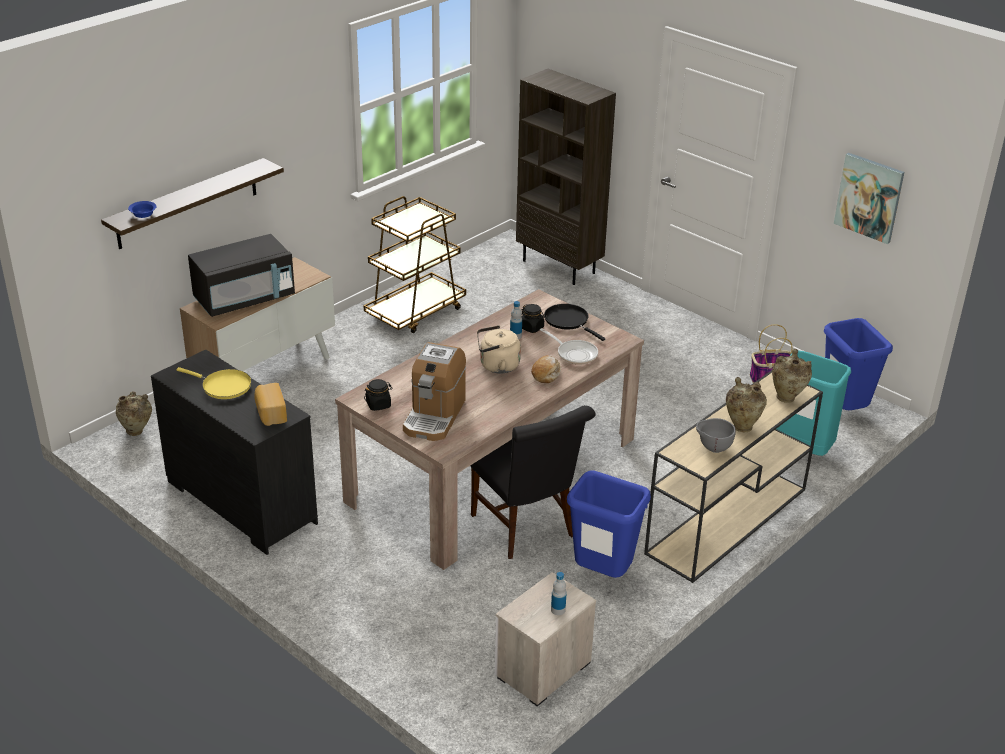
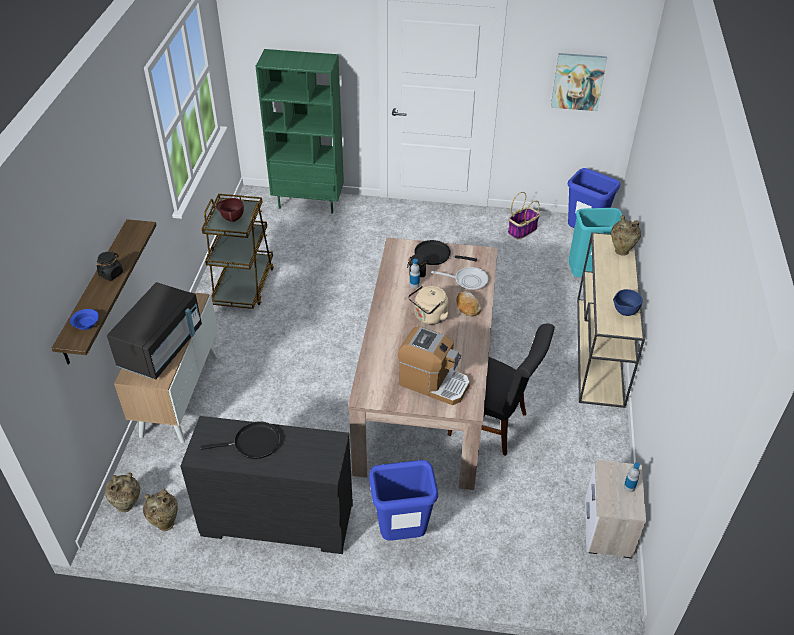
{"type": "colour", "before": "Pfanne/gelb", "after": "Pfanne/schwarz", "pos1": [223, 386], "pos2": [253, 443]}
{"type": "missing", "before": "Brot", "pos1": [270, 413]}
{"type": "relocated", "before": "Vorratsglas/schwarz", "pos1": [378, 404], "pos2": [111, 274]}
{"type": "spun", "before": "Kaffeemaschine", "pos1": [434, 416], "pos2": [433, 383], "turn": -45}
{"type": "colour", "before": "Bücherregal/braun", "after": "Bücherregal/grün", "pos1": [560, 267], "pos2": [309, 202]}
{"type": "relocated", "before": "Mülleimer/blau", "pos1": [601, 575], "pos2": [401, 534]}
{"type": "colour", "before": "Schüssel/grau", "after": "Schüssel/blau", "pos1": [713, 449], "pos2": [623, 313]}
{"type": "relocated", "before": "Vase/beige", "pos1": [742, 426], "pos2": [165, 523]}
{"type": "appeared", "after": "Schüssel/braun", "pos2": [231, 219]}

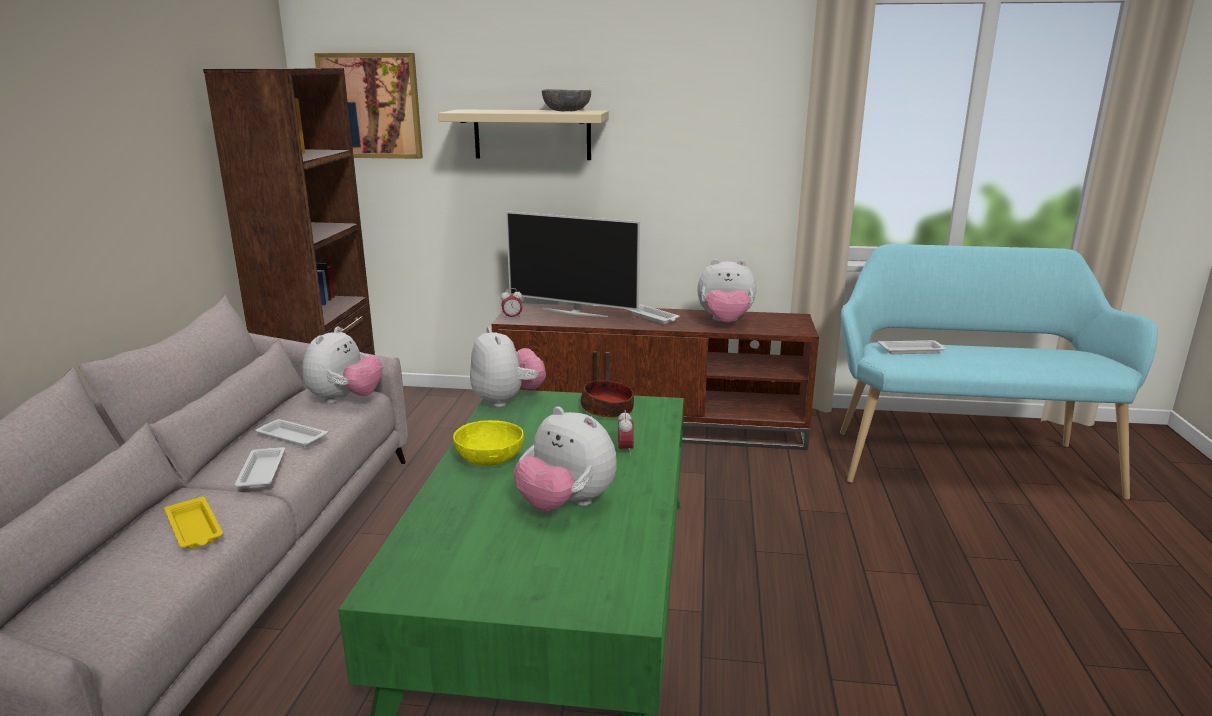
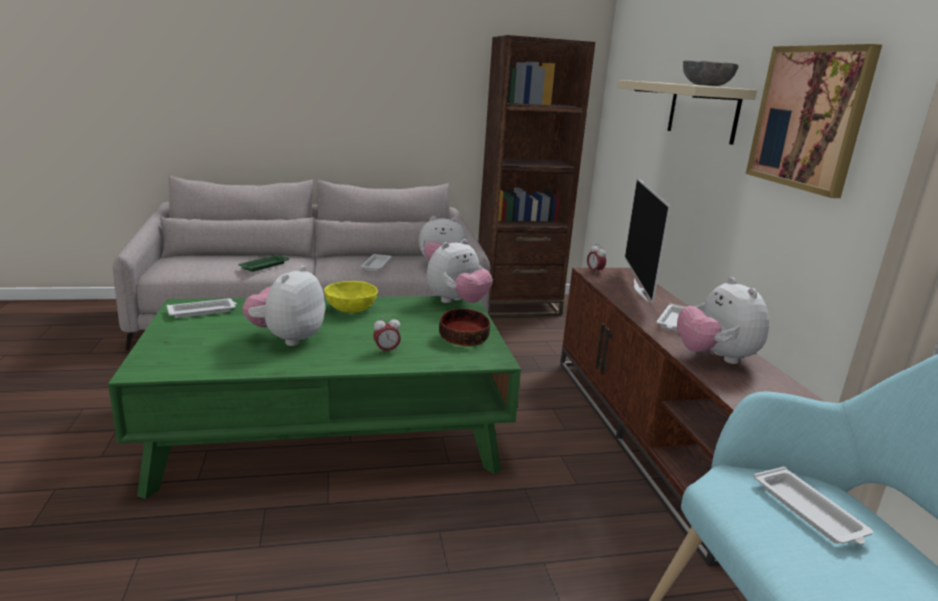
{"type": "colour", "before": "Tablett/gelb", "after": "Tablett/grün", "pos1": [195, 529], "pos2": [263, 266]}
{"type": "relocated", "before": "Tablett/weiß", "pos1": [262, 471], "pos2": [203, 311]}
{"type": "relocated", "before": "Bild", "pos1": [370, 106], "pos2": [809, 118]}

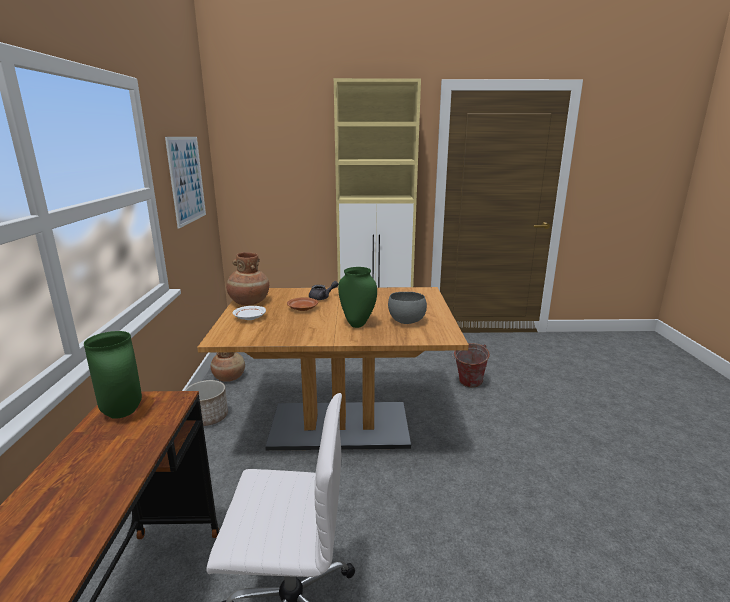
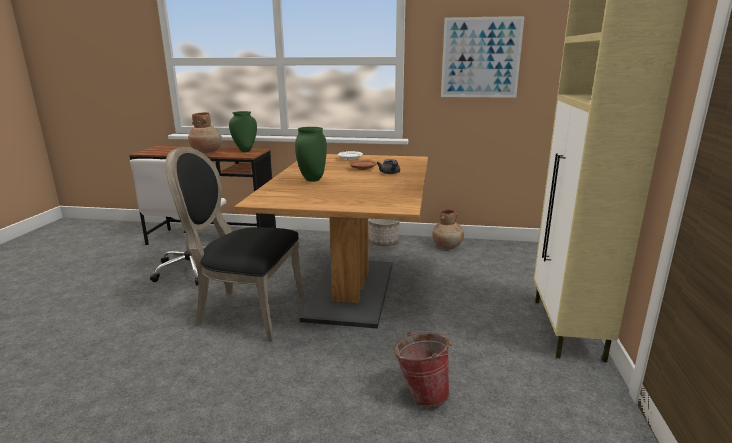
{"type": "relocated", "before": "Vase/braun", "pos1": [249, 302], "pos2": [207, 152]}
{"type": "missing", "before": "Schüssel/grau", "pos1": [405, 321]}
{"type": "appeared", "after": "Stuhl/schwarz", "pos2": [246, 311]}

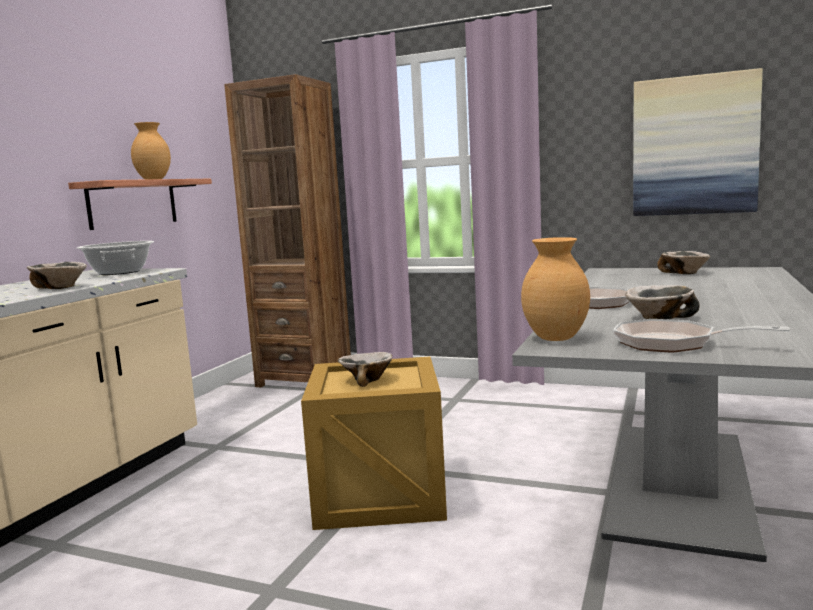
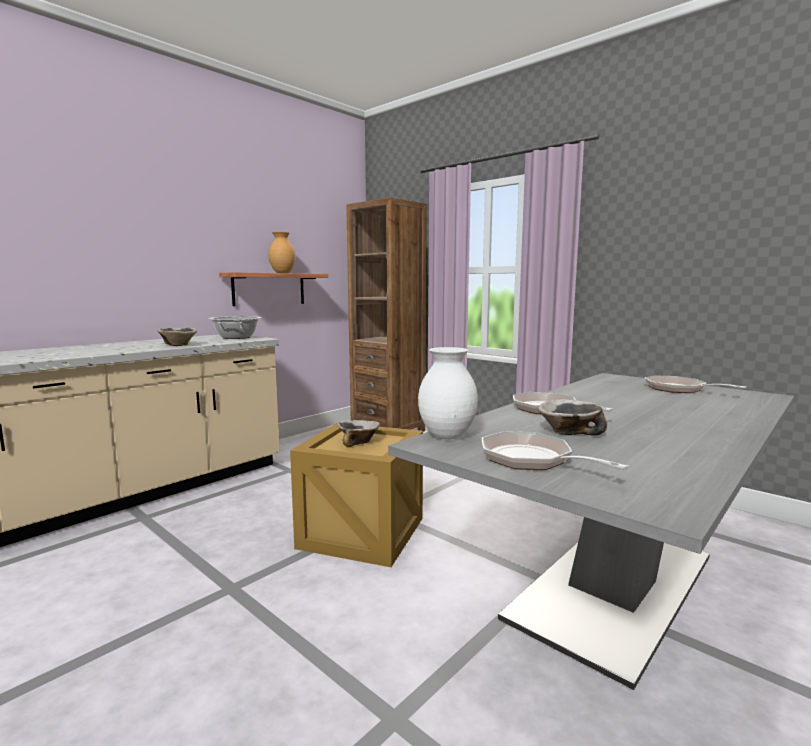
{"type": "colour", "before": "Vase/braun", "after": "Vase/weiß", "pos1": [555, 338], "pos2": [446, 436]}
{"type": "missing", "before": "Bild", "pos1": [694, 146]}
{"type": "exchanged", "before": "Schüssel", "after": "Pfanne", "pos1": [685, 273], "pos2": [679, 389]}

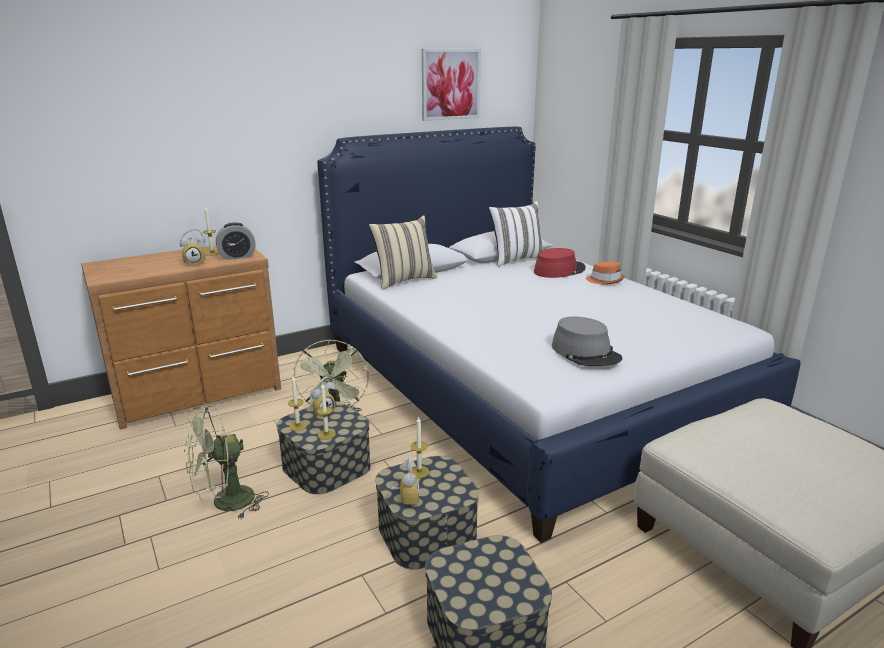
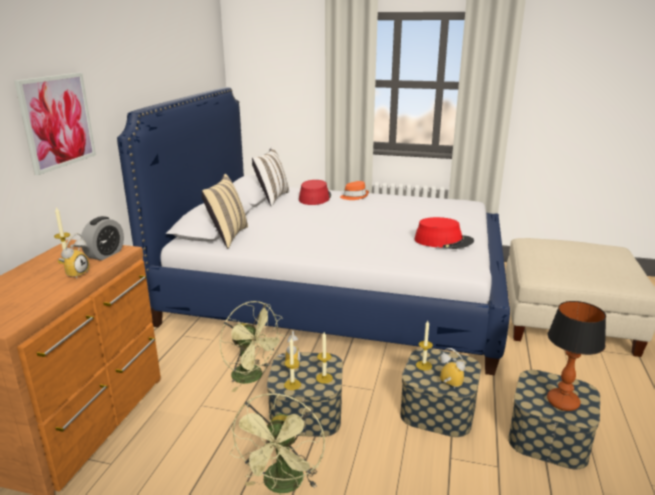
{"type": "relocated", "before": "Bild", "pos1": [450, 84], "pos2": [57, 121]}
{"type": "colour", "before": "Hut/grau", "after": "Hut/rot", "pos1": [586, 352], "pos2": [443, 241]}
{"type": "appeared", "after": "Tischlampe", "pos2": [562, 403]}

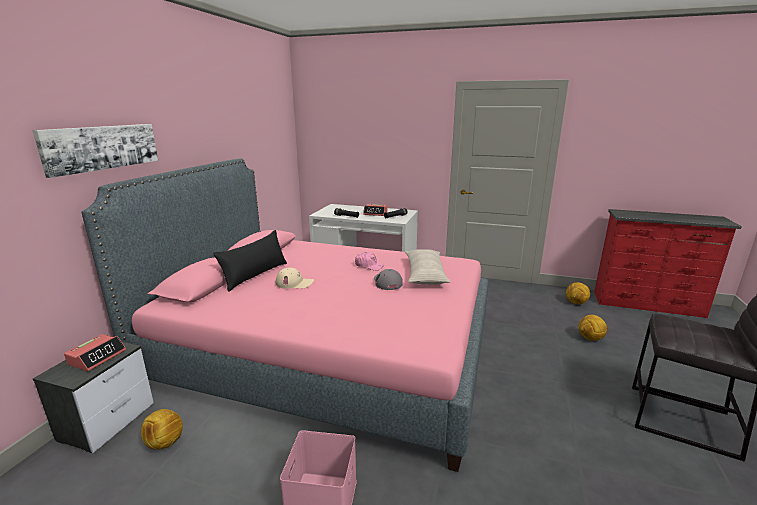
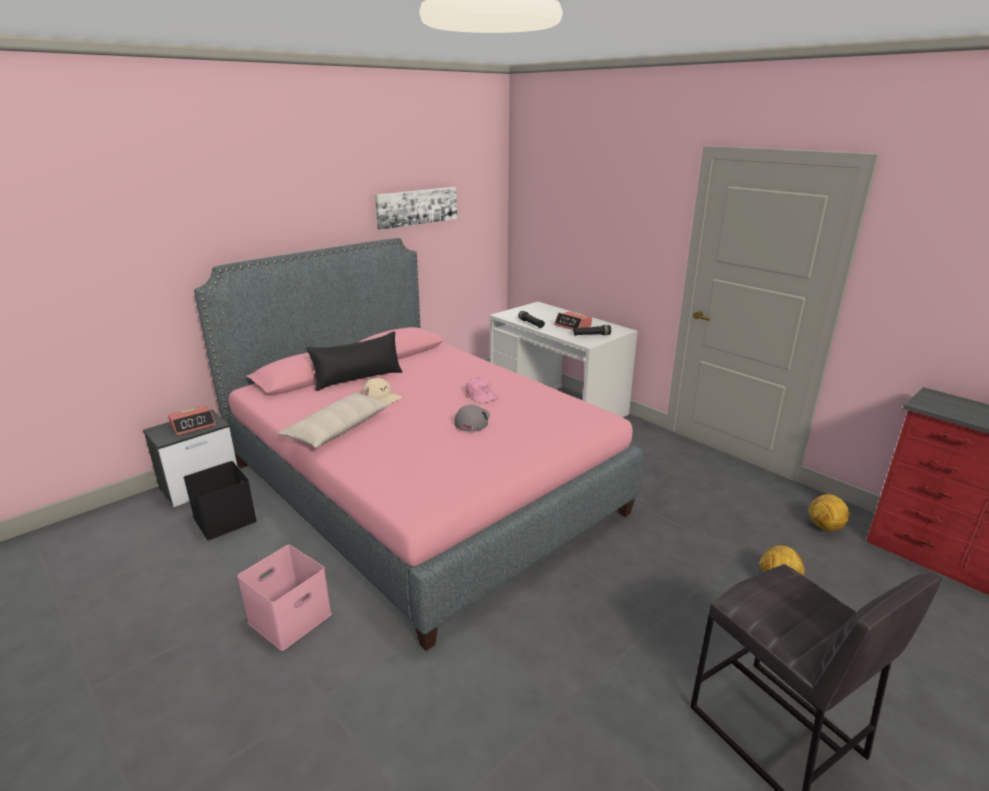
{"type": "relocated", "before": "Bild", "pos1": [102, 147], "pos2": [416, 207]}
{"type": "exchanged", "before": "Fußball", "after": "Aufbewahrungsbox/schwarz", "pos1": [165, 442], "pos2": [223, 519]}
{"type": "relocated", "before": "Kissen/beige", "pos1": [425, 274], "pos2": [338, 429]}

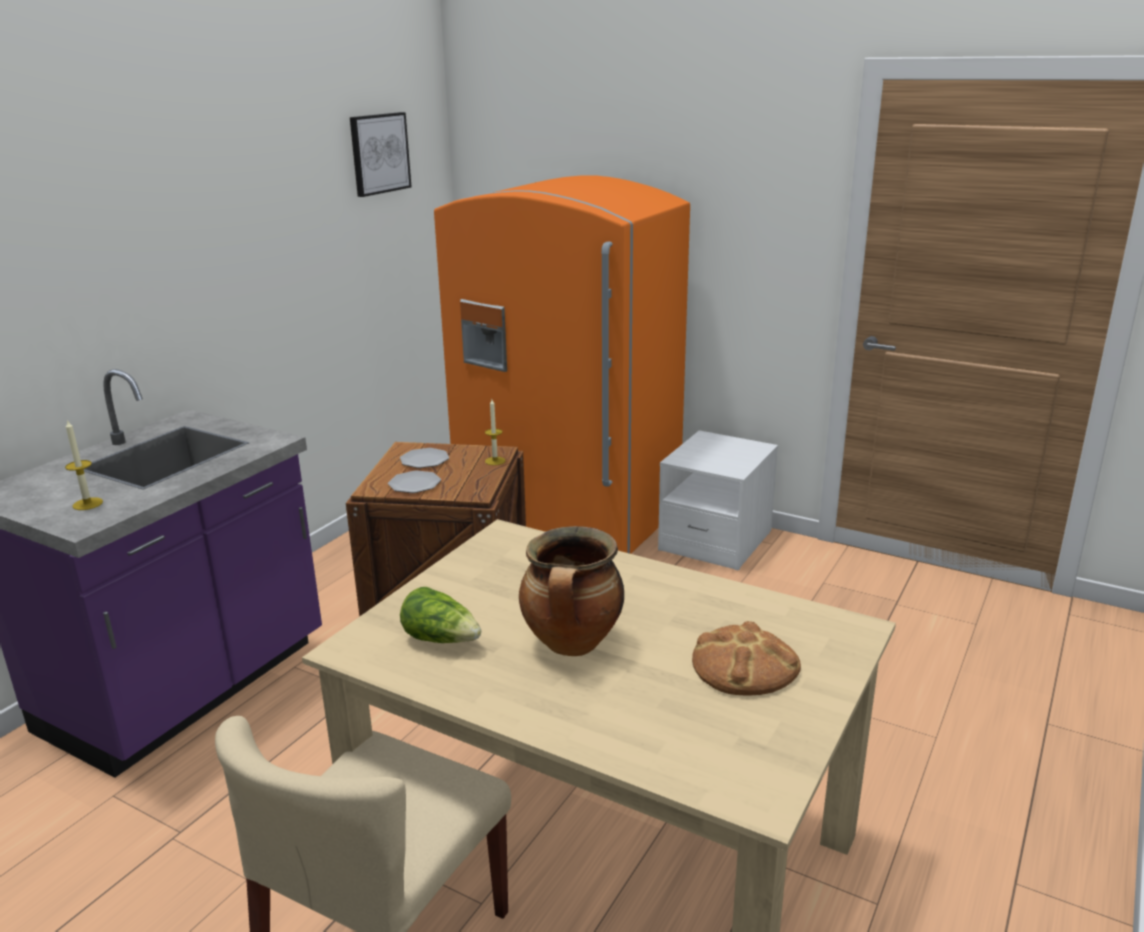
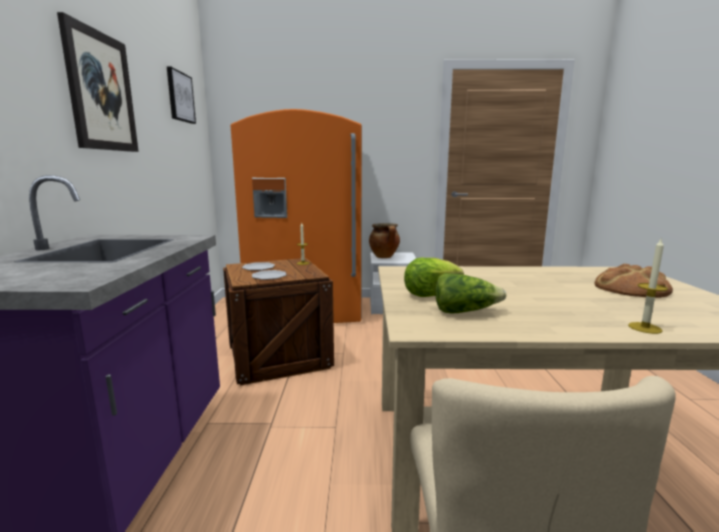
{"type": "relocated", "before": "Kerze", "pos1": [87, 504], "pos2": [644, 328]}
{"type": "relocated", "before": "Kochtopf", "pos1": [573, 645], "pos2": [384, 257]}
{"type": "appeared", "after": "Bild", "pos2": [101, 92]}
{"type": "appeared", "after": "Salatkopf", "pos2": [430, 294]}

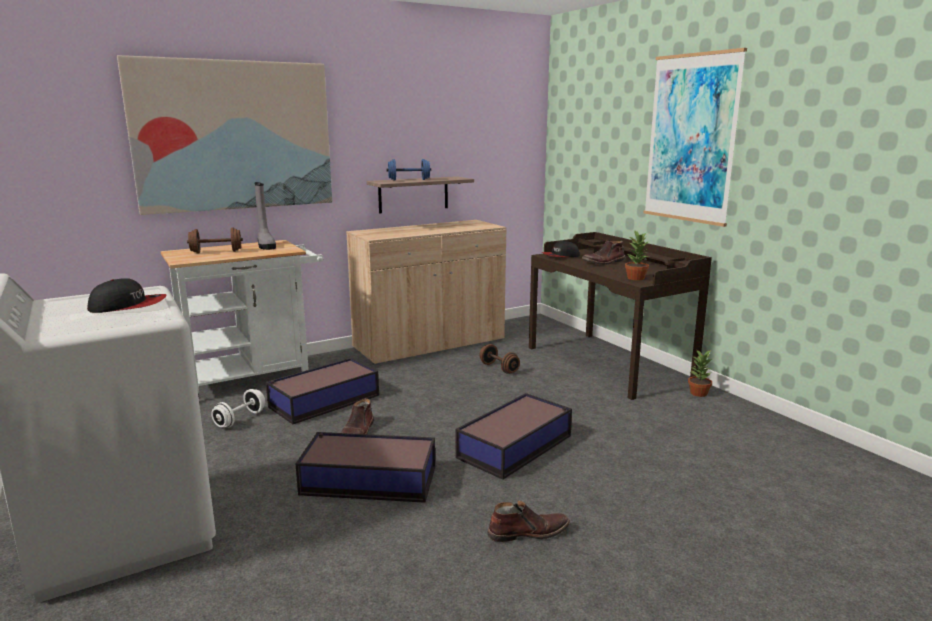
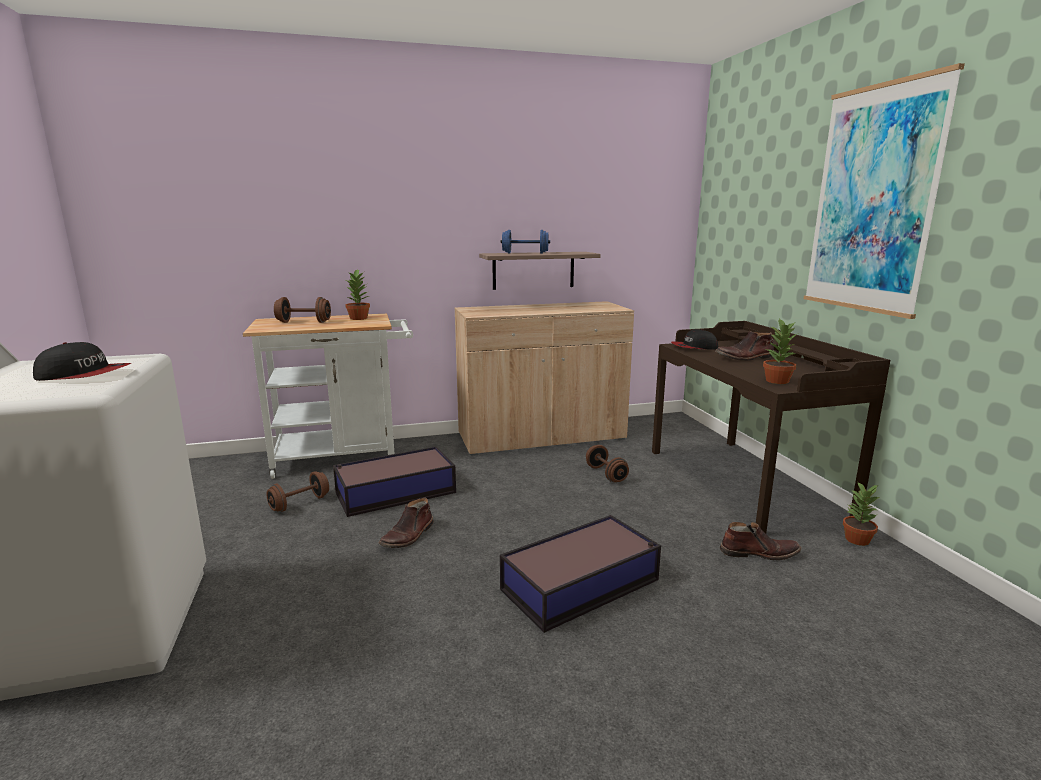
{"type": "missing", "before": "Bild", "pos1": [234, 136]}
{"type": "colour", "before": "Hantel/weiß", "after": "Hantel/braun", "pos1": [240, 419], "pos2": [300, 503]}
{"type": "exchanged", "before": "Stiefel/grau", "after": "Topfpflanze", "pos1": [265, 245], "pos2": [359, 318]}
{"type": "missing", "before": "Aufbewahrungsbox", "pos1": [367, 480]}
{"type": "relocated", "before": "Stiefel/braun", "pos1": [528, 532], "pos2": [758, 553]}

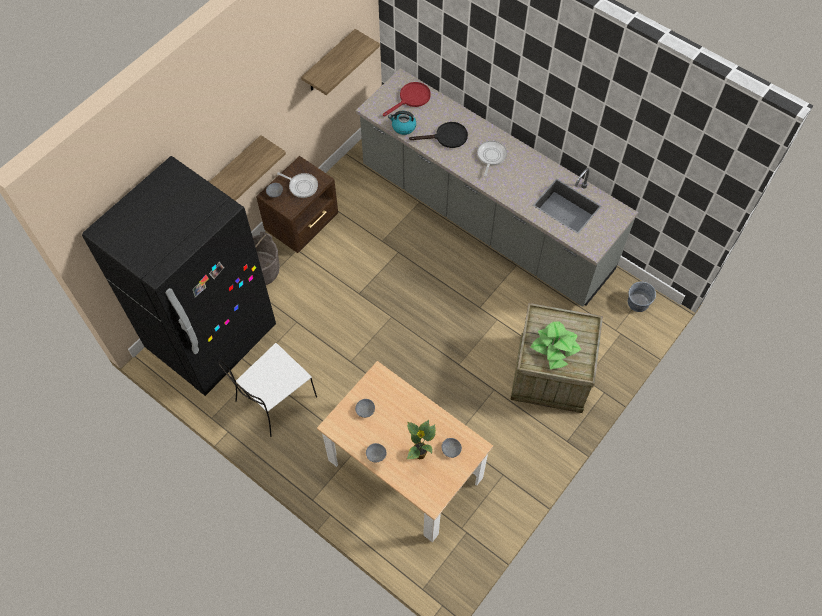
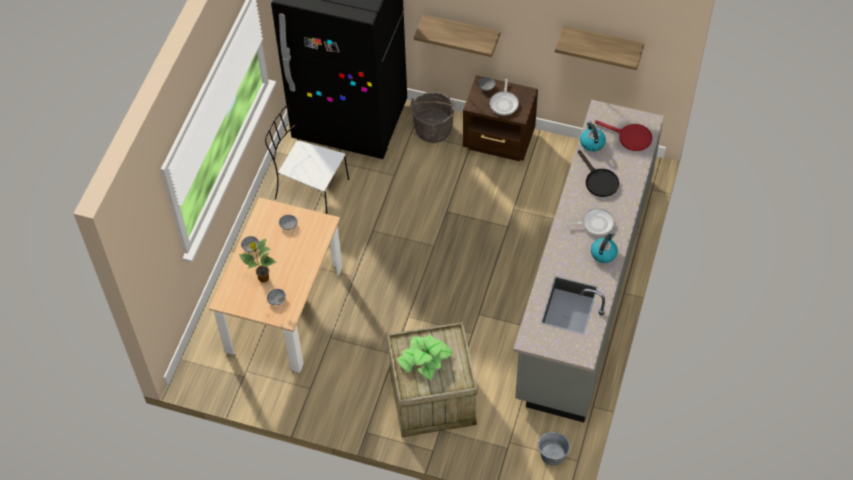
{"type": "appeared", "after": "Wasserkessel", "pos2": [603, 253]}

